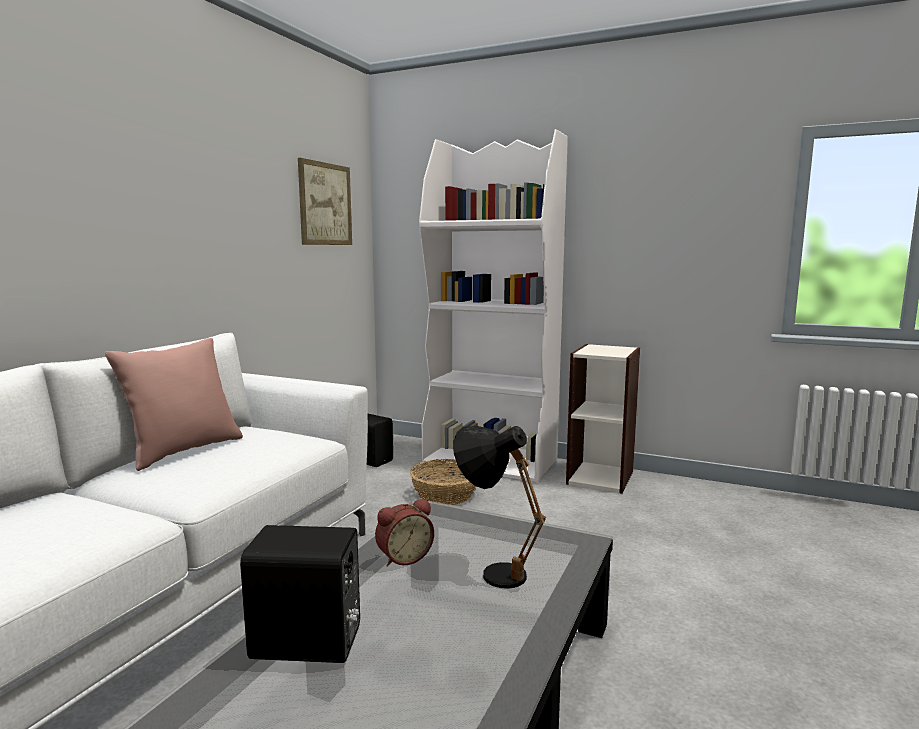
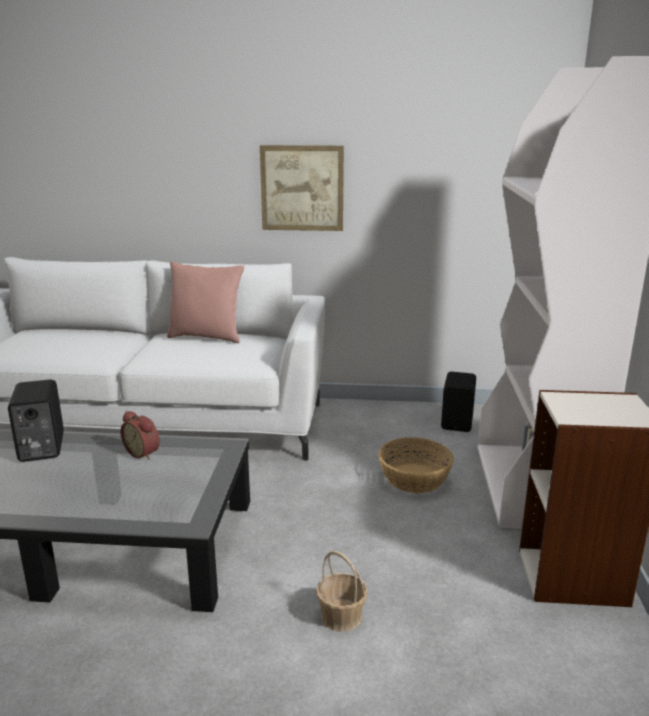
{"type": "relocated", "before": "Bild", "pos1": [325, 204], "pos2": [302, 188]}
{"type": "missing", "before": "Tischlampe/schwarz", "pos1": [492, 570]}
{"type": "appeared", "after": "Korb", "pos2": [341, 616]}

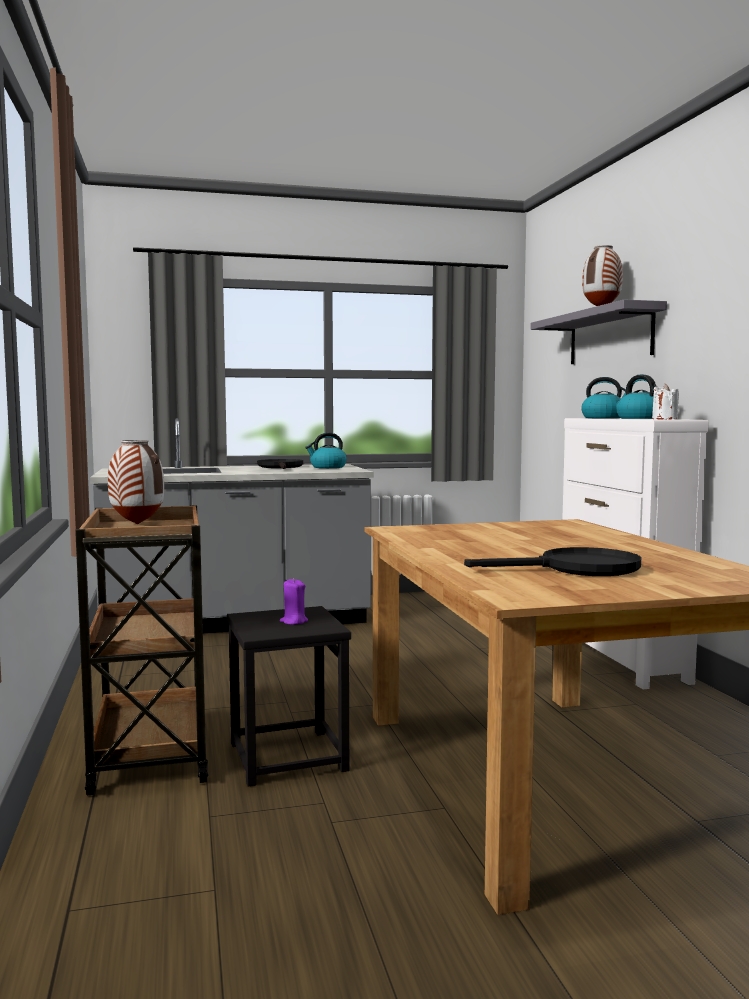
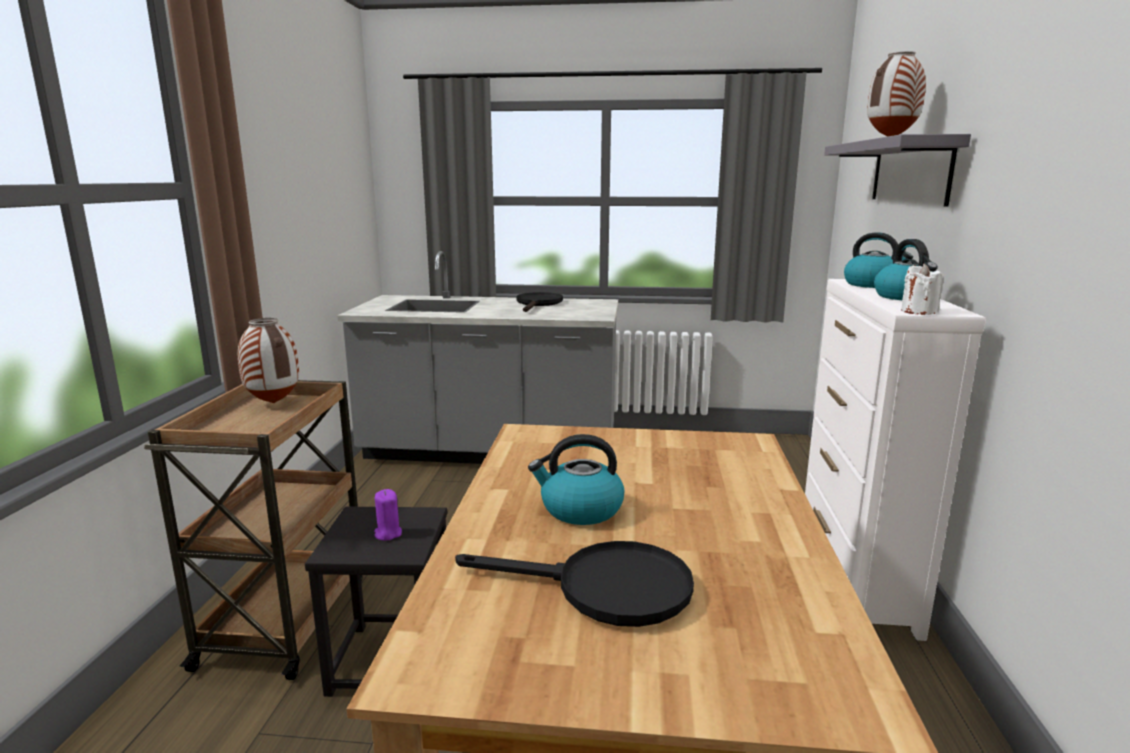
{"type": "relocated", "before": "Wasserkessel", "pos1": [327, 467], "pos2": [580, 509]}

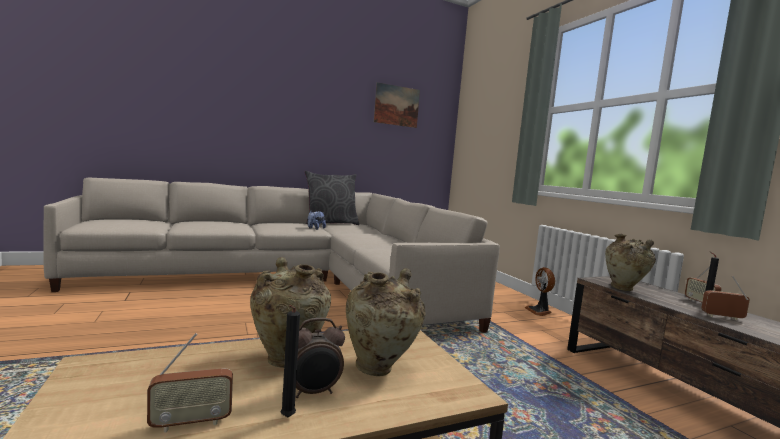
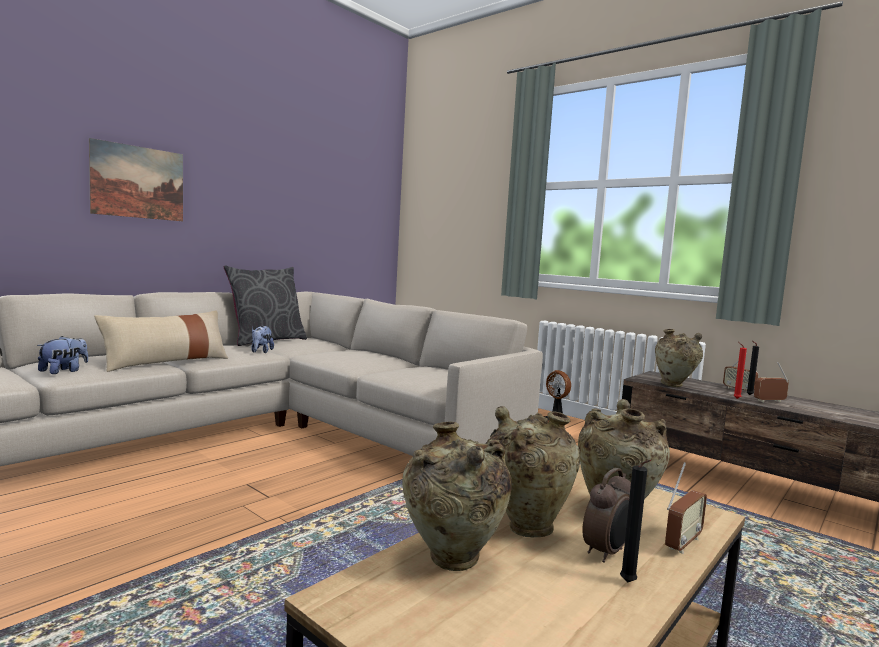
{"type": "relocated", "before": "Radio", "pos1": [191, 423], "pos2": [682, 543]}
{"type": "relocated", "before": "Bild", "pos1": [396, 105], "pos2": [138, 182]}
{"type": "appeared", "after": "Plüschtier", "pos2": [64, 371]}
{"type": "appeared", "after": "Kissen/beige", "pos2": [166, 362]}
{"type": "appeared", "after": "Vase/beige", "pos2": [452, 563]}
{"type": "appeared", "after": "Kerze/rot", "pos2": [735, 398]}

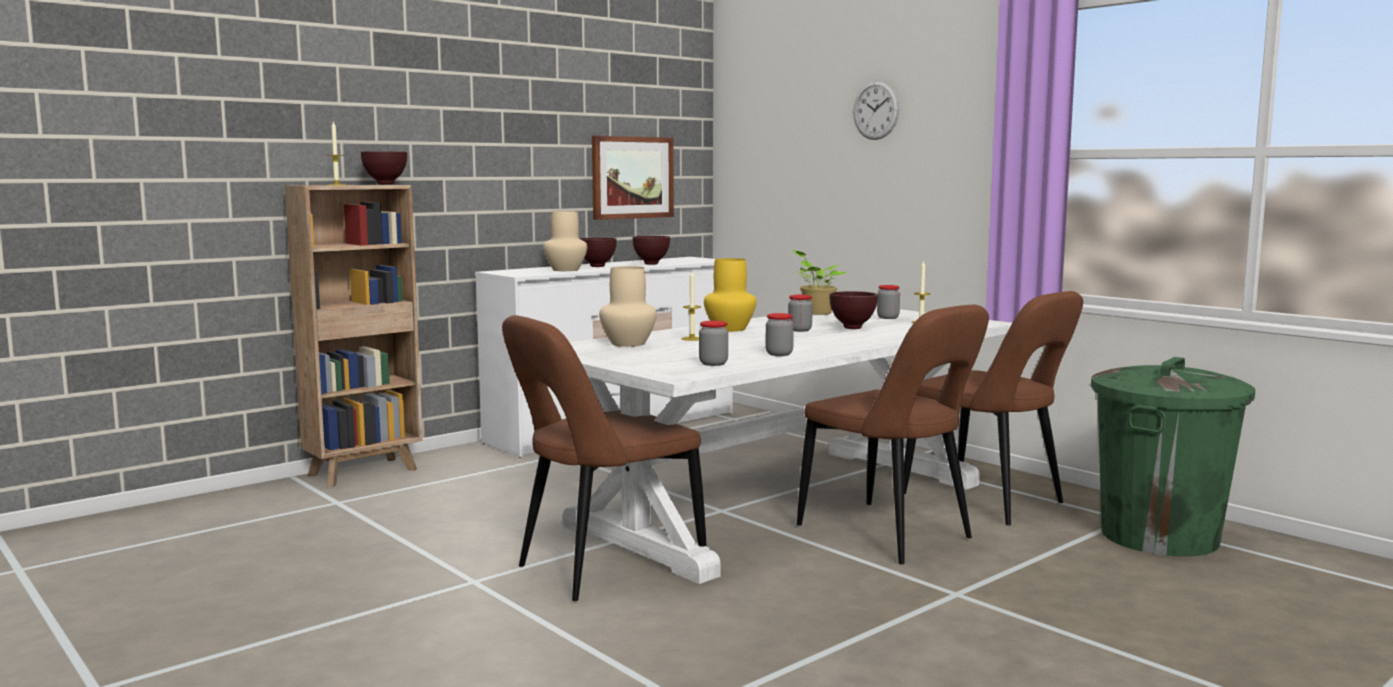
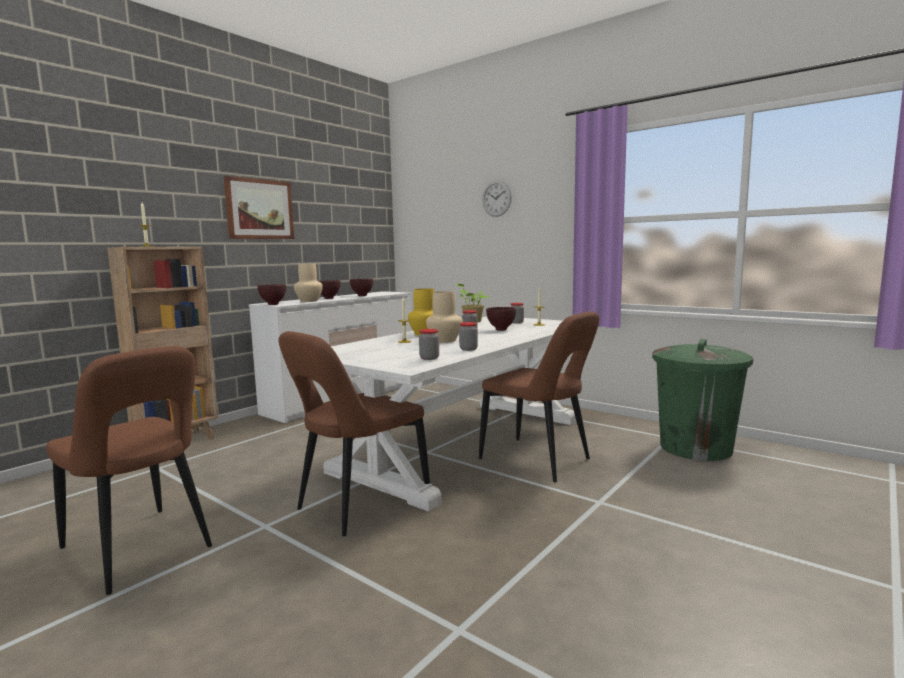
{"type": "relocated", "before": "Schüssel/braun", "pos1": [386, 184], "pos2": [273, 304]}
{"type": "relocated", "before": "Bild", "pos1": [632, 177], "pos2": [259, 209]}
{"type": "relocated", "before": "Vase/beige", "pos1": [627, 343], "pos2": [444, 340]}
{"type": "relocated", "before": "Stuhl/braun", "pos1": [988, 501], "pos2": [140, 551]}

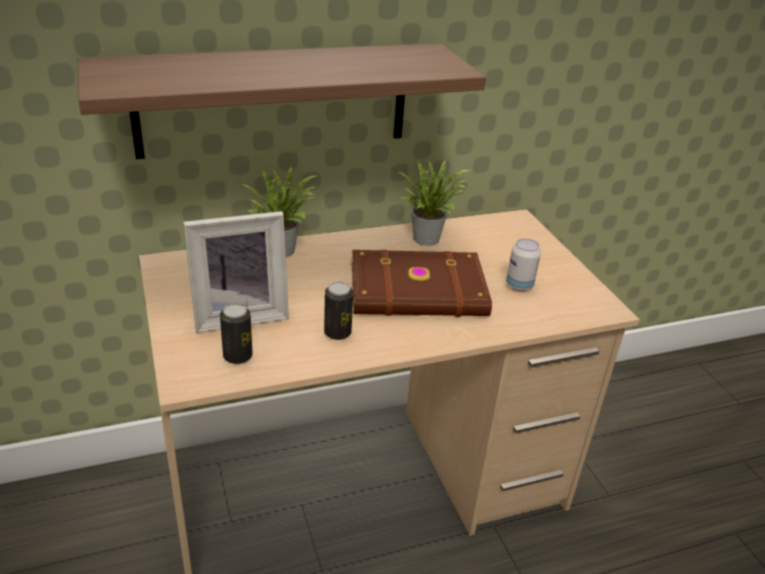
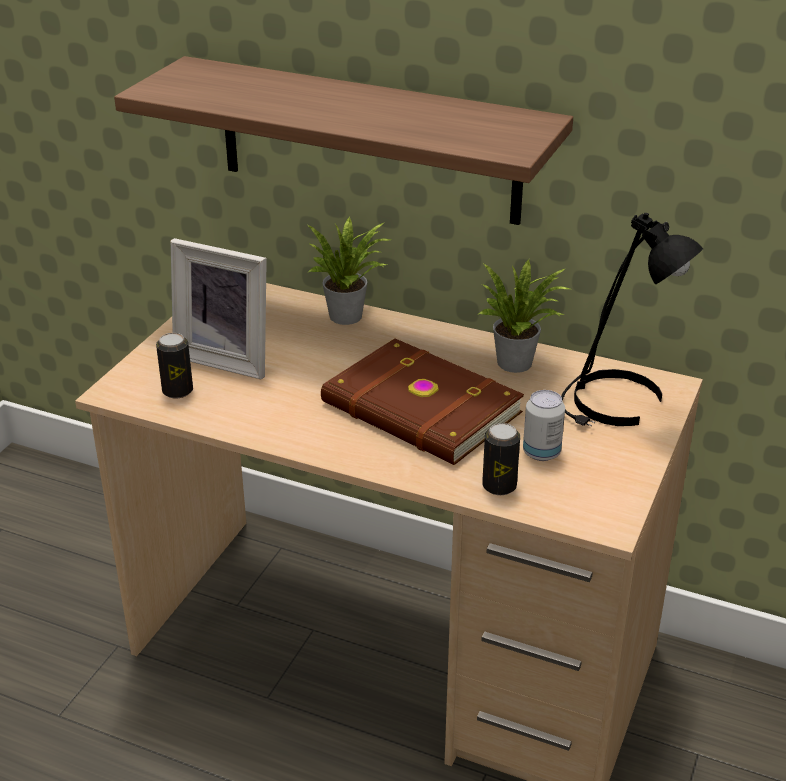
{"type": "relocated", "before": "Dose", "pos1": [337, 333], "pos2": [499, 486]}
{"type": "appeared", "after": "Tischlampe/schwarz", "pos2": [614, 404]}

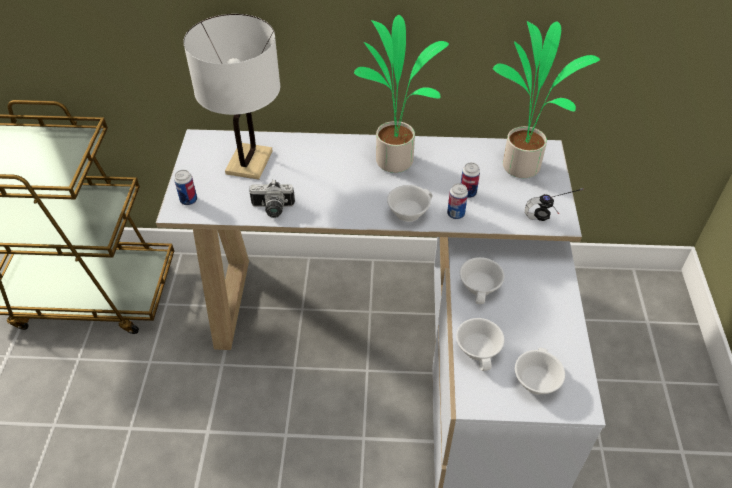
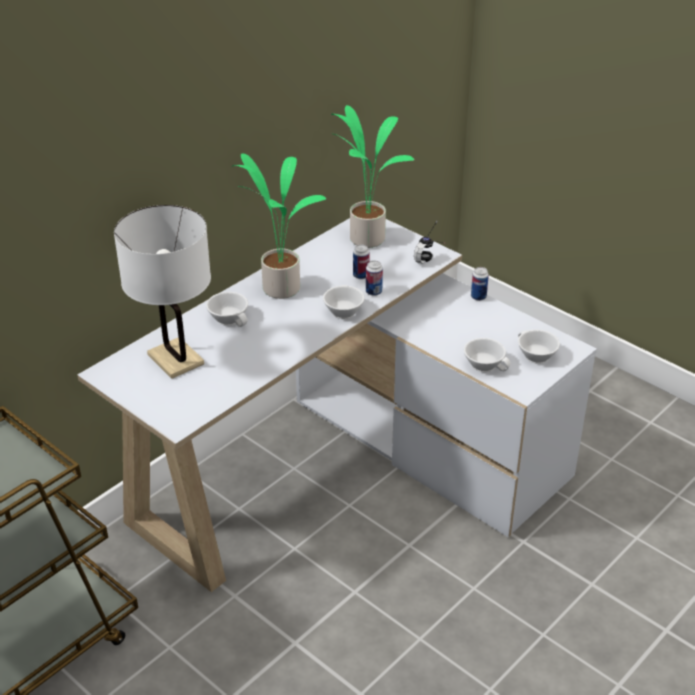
{"type": "relocated", "before": "Dose", "pos1": [188, 200], "pos2": [478, 297]}
{"type": "missing", "before": "Kamera", "pos1": [272, 209]}
{"type": "relocated", "before": "Tasse/weiß", "pos1": [481, 287], "pos2": [230, 318]}

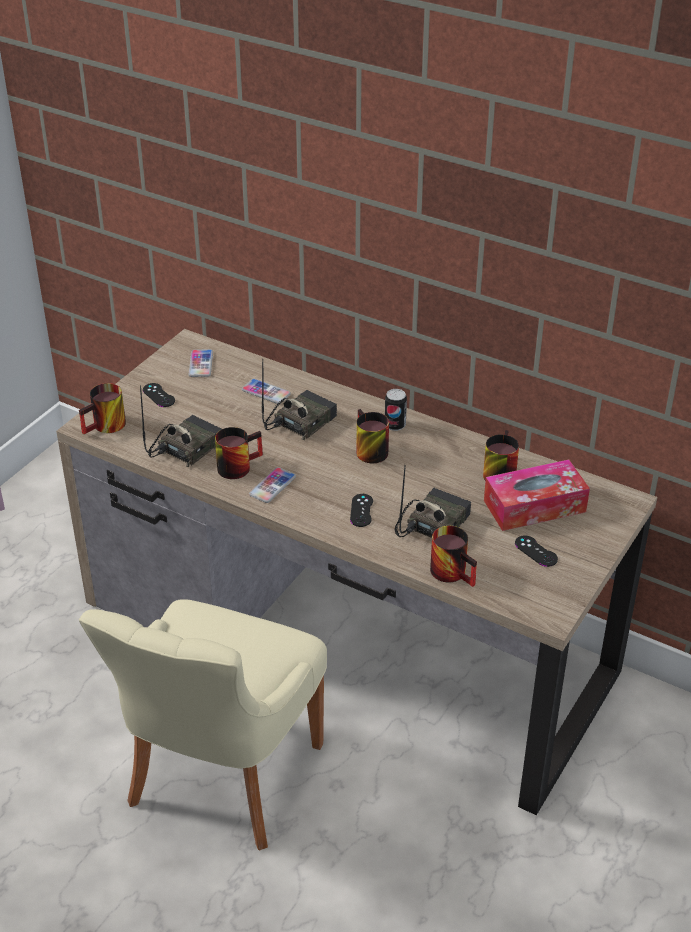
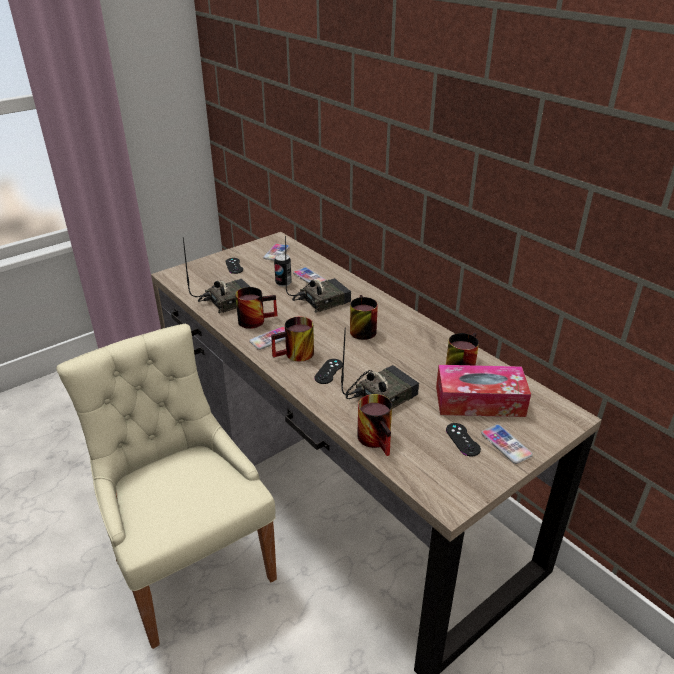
{"type": "relocated", "before": "Henkelbecher", "pos1": [106, 427], "pos2": [295, 355]}
{"type": "spun", "before": "Stuhl/beige", "pos1": [221, 779], "pos2": [191, 564], "turn": 105}
{"type": "relocated", "before": "Dose", "pos1": [395, 425], "pos2": [283, 283]}
{"type": "appeared", "after": "Handy", "pos2": [506, 444]}

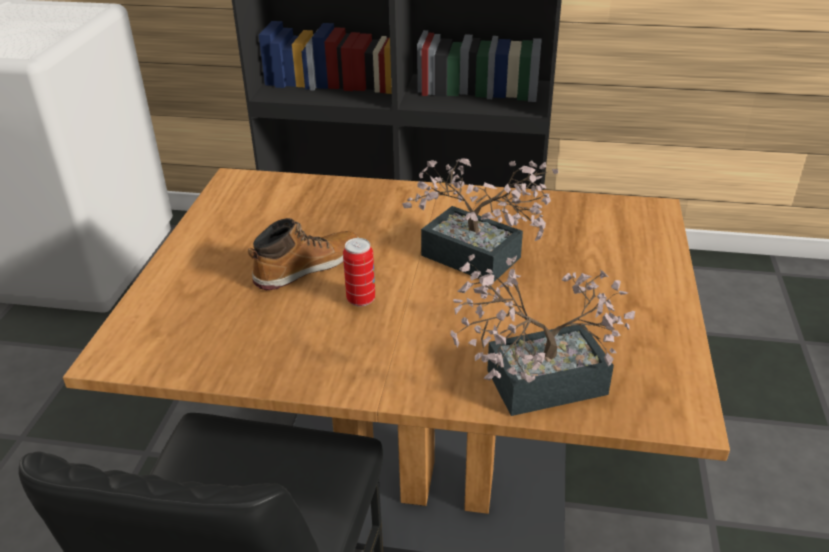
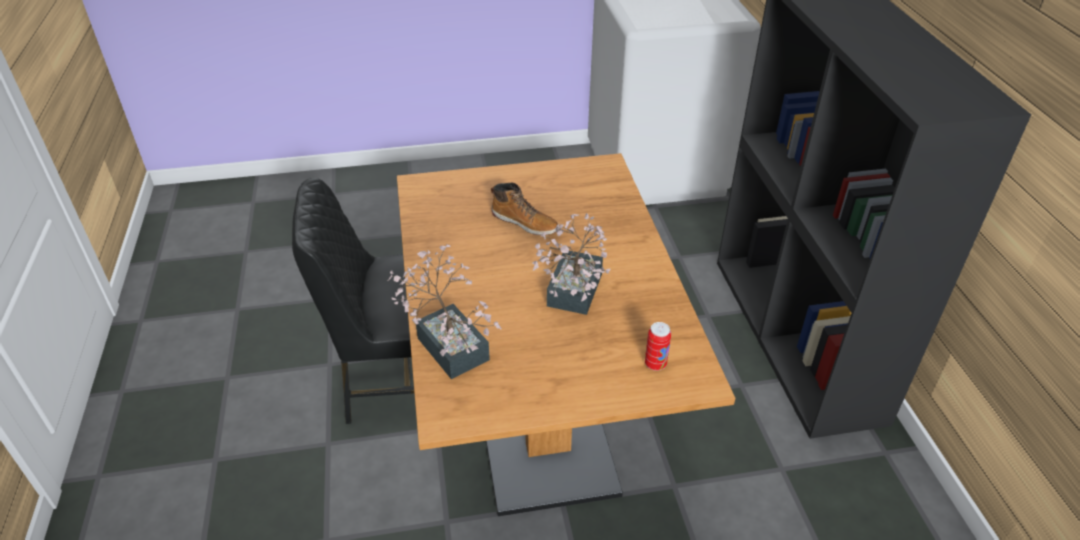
{"type": "relocated", "before": "Dose", "pos1": [361, 299], "pos2": [655, 364]}

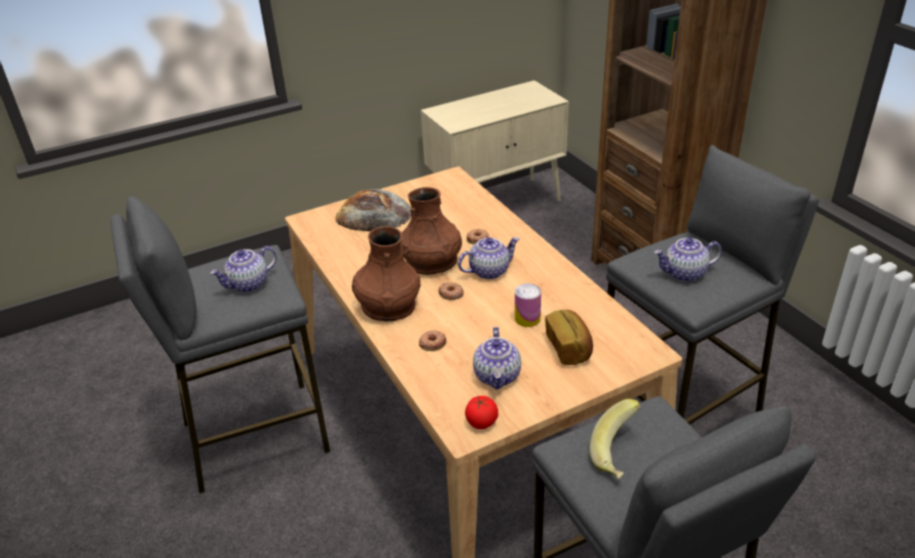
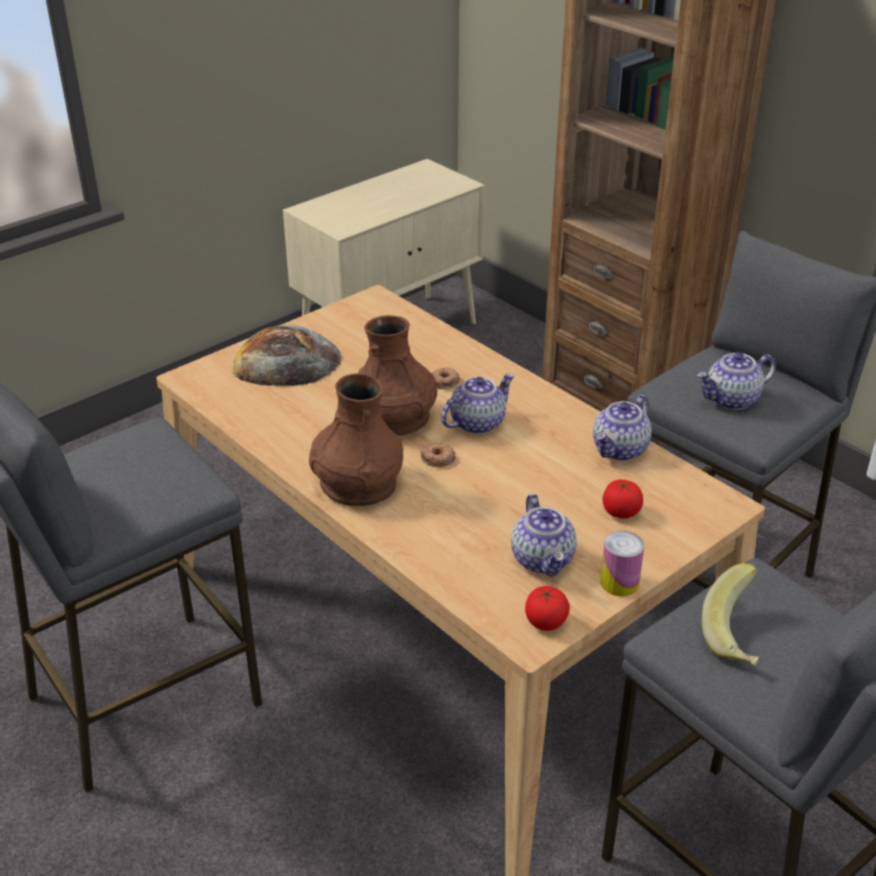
{"type": "relocated", "before": "Teekanne", "pos1": [248, 284], "pos2": [620, 450]}
{"type": "missing", "before": "Donut", "pos1": [432, 343]}
{"type": "relocated", "before": "Dose", "pos1": [527, 318], "pos2": [619, 582]}
{"type": "exchanged", "before": "Brot", "after": "Tomate", "pos1": [569, 348], "pos2": [621, 512]}

